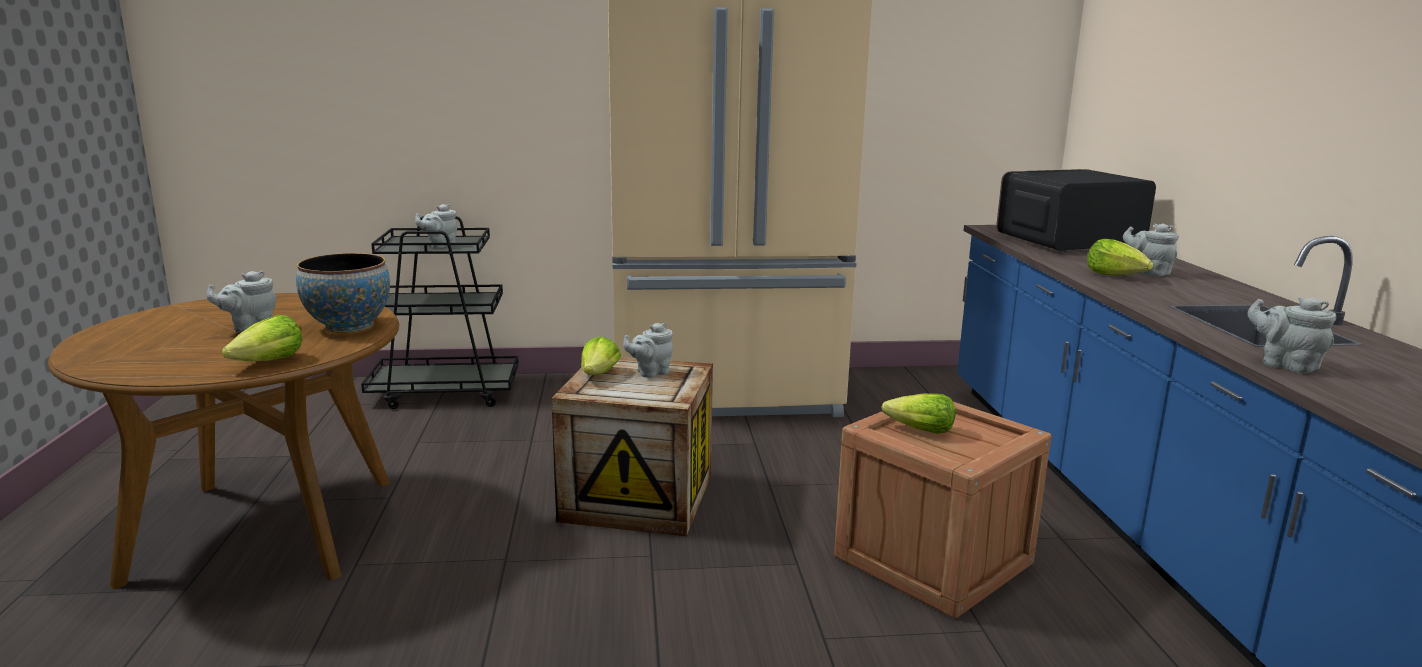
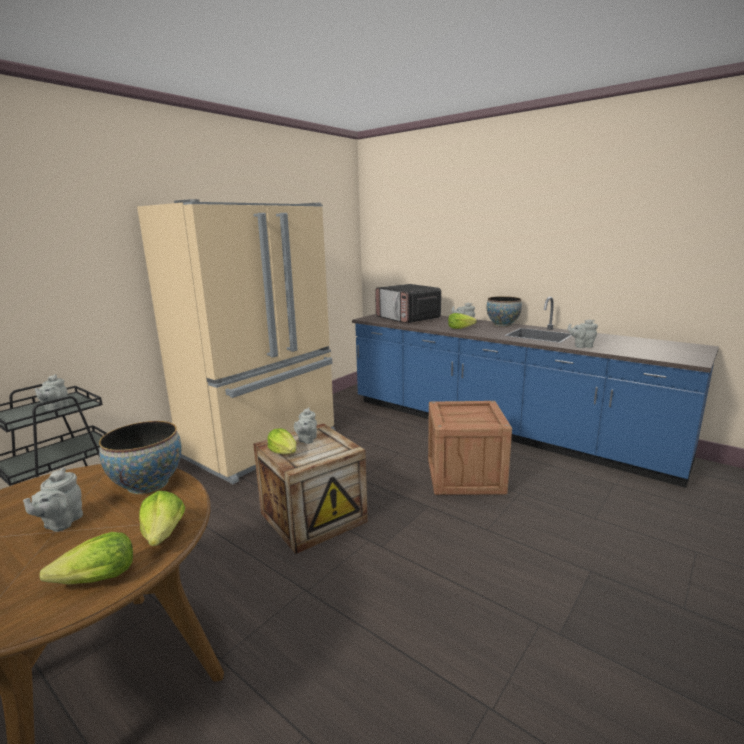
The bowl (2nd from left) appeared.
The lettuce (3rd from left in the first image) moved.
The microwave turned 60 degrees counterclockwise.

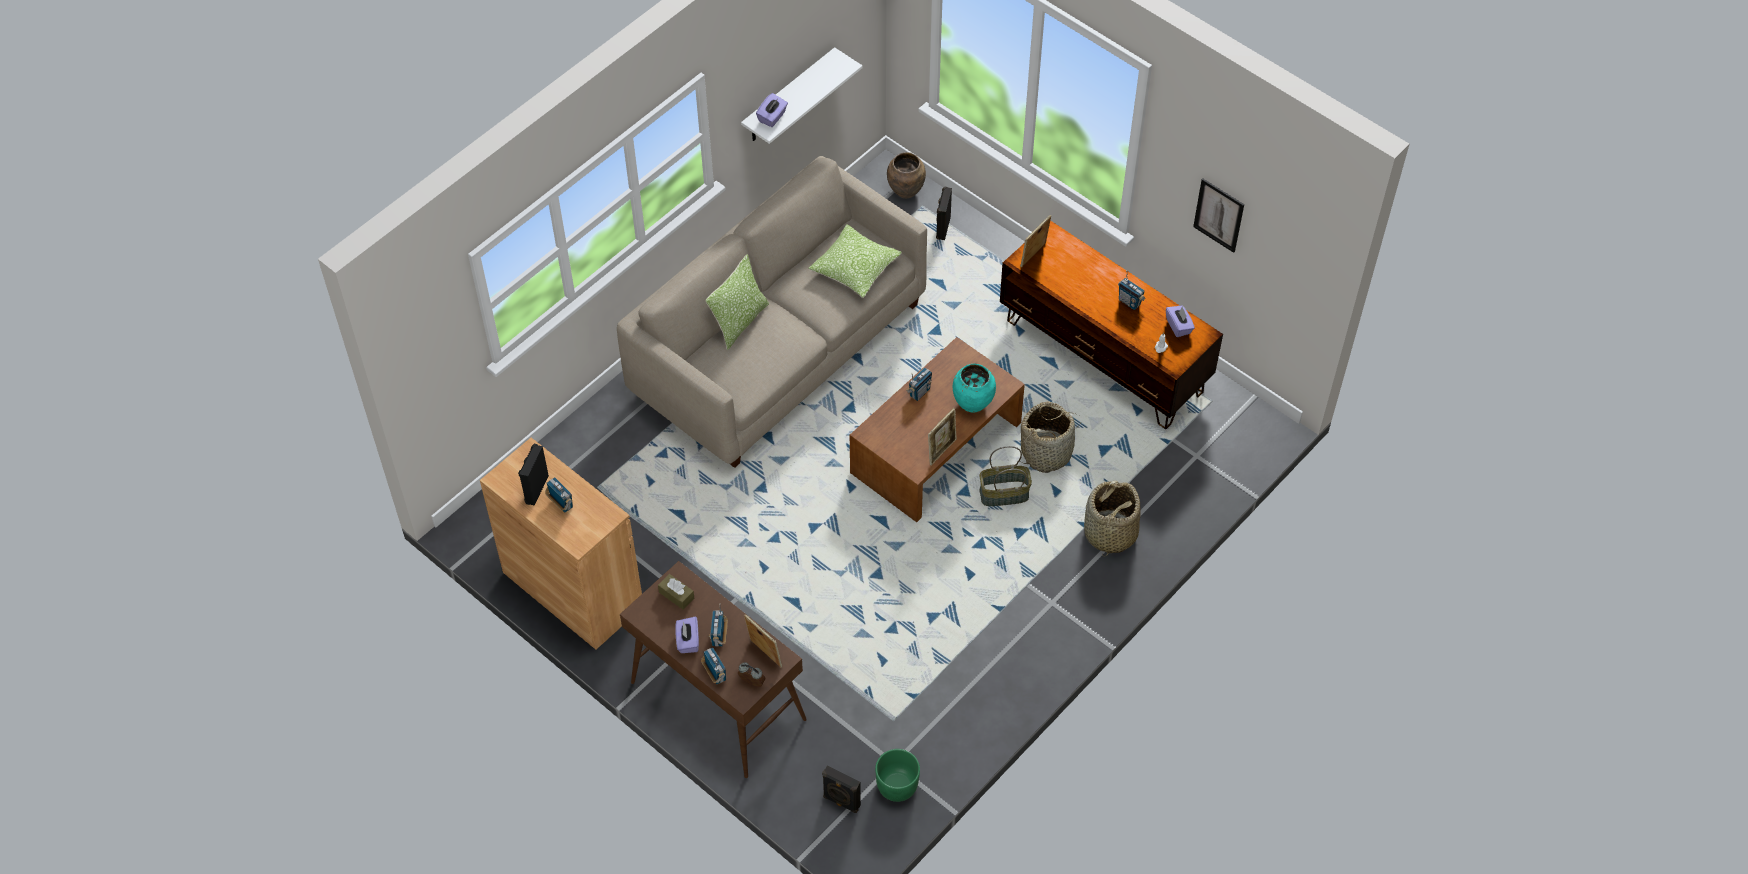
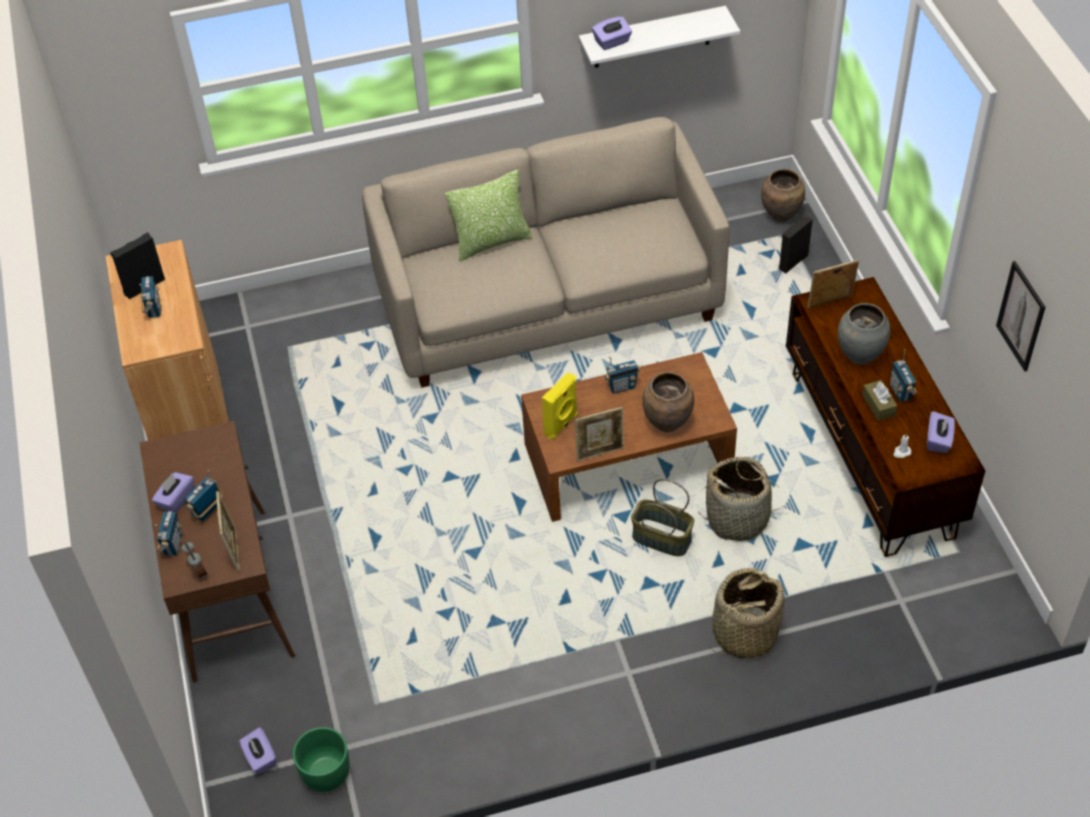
The pillow (2nd from left) disappeared.
The yellow speaker appeared.
The grey vase appeared.
The brown tissue box moved.
The black speaker (2nd from left) was replaced by the purple tissue box (2nd from left).
The turquoise vase became the brown vase (1st from left).

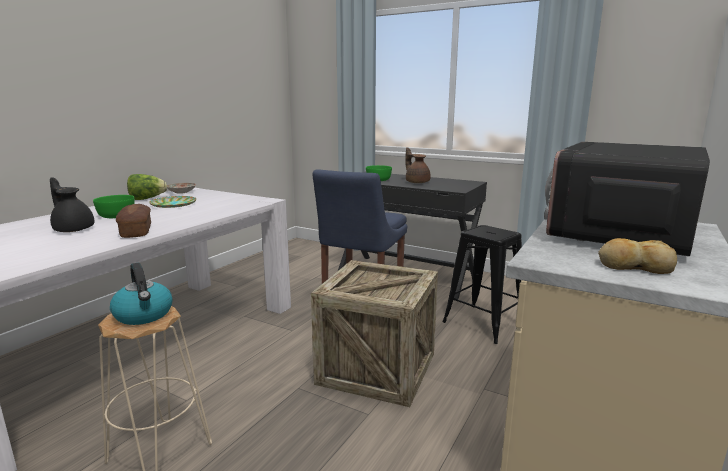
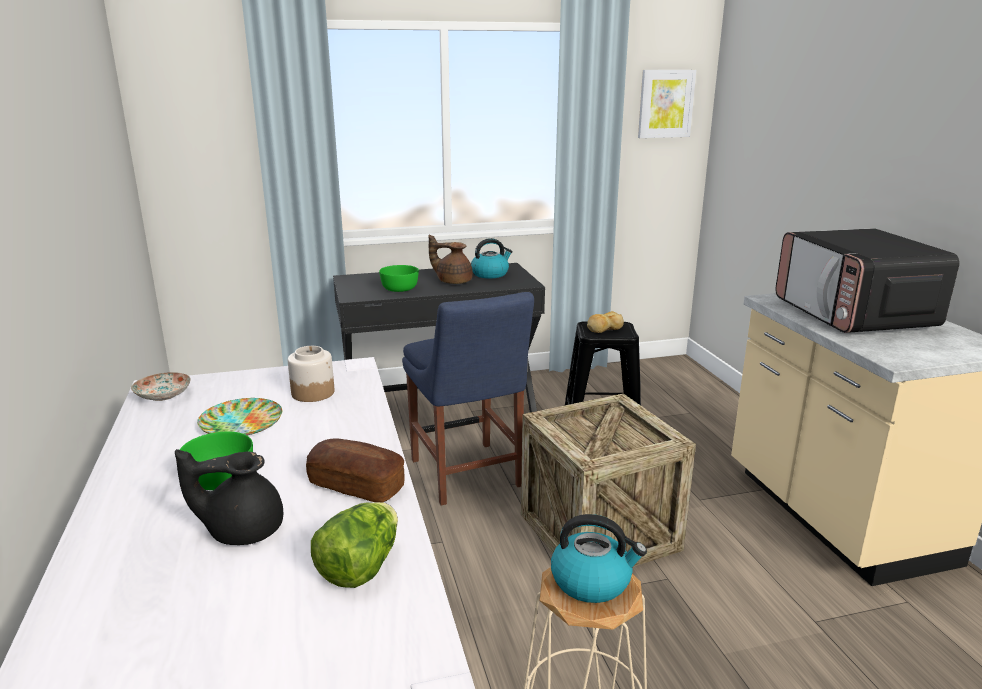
The jar appeared.
The kettle (1st from left) appeared.
The picture appeared.
The lettuce moved.
The bread (2nd from left) moved.

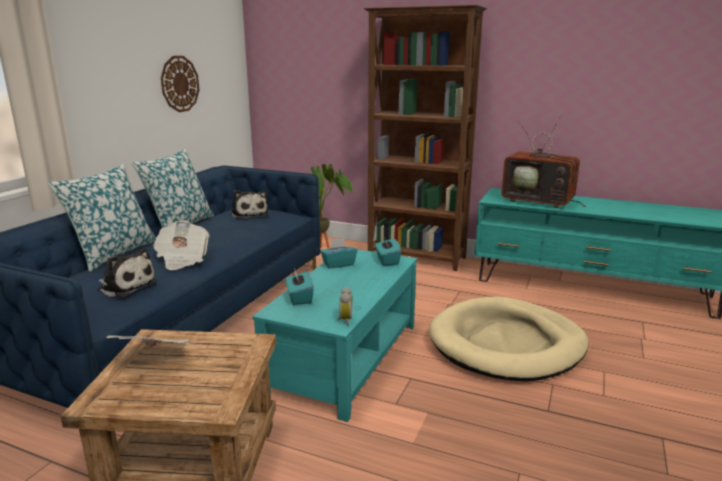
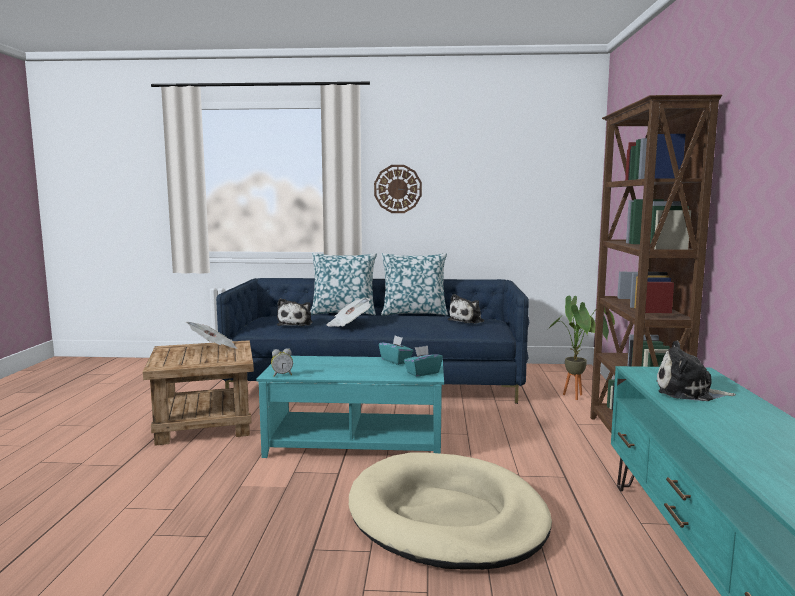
The turquoise tissue box (1st from left) disappeared.
The wall clock moved.
The television was replaced by the plush toy (3rd from left).

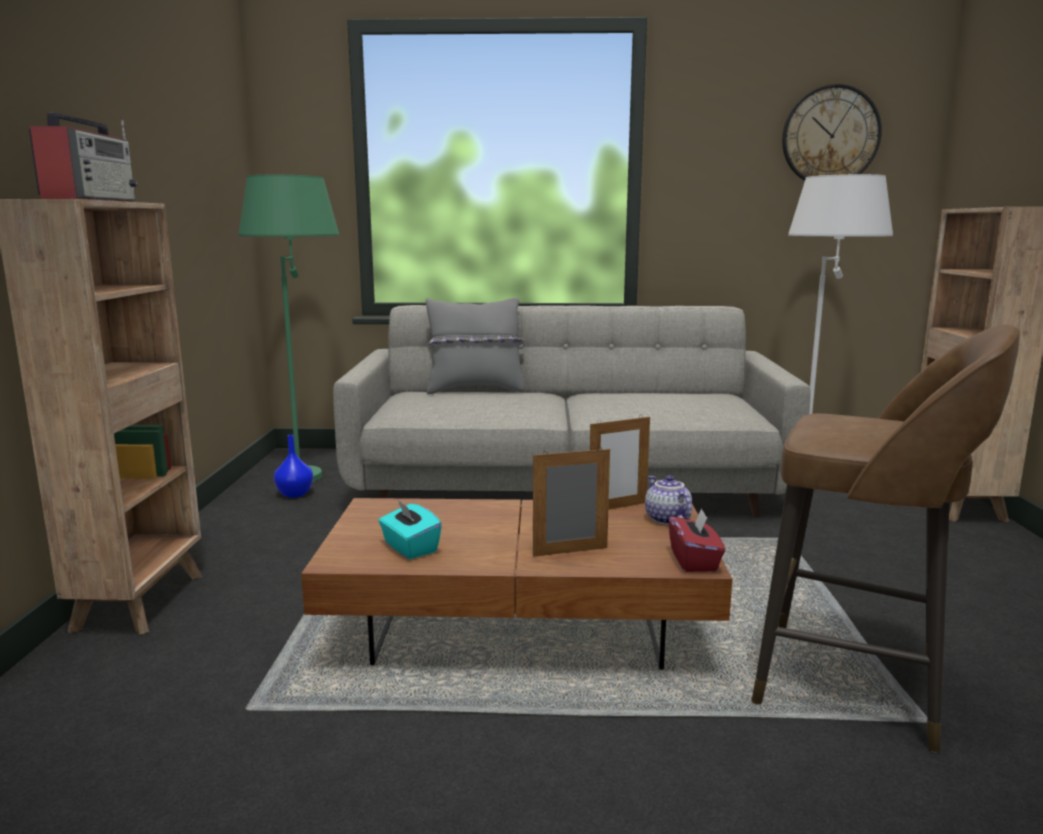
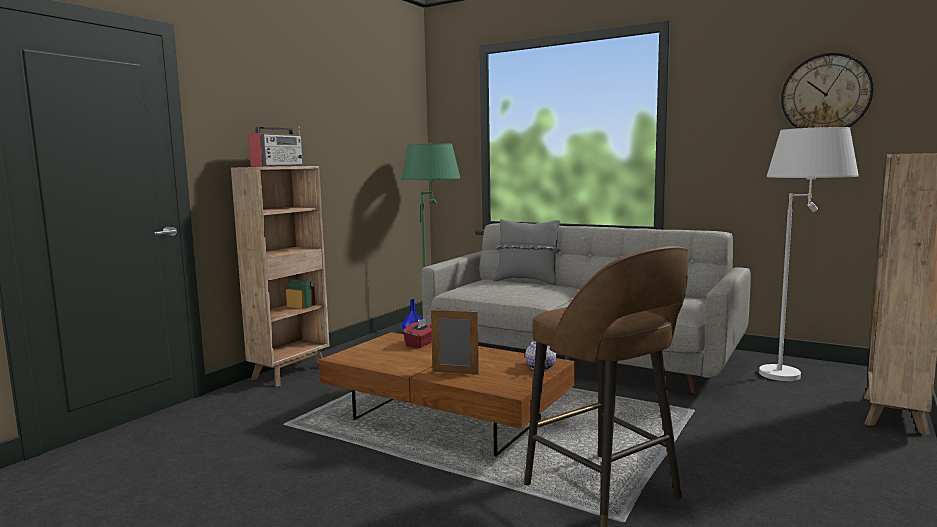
The turquoise tissue box disappeared.
The picture frame (2nd from left) disappeared.
The red tissue box moved.

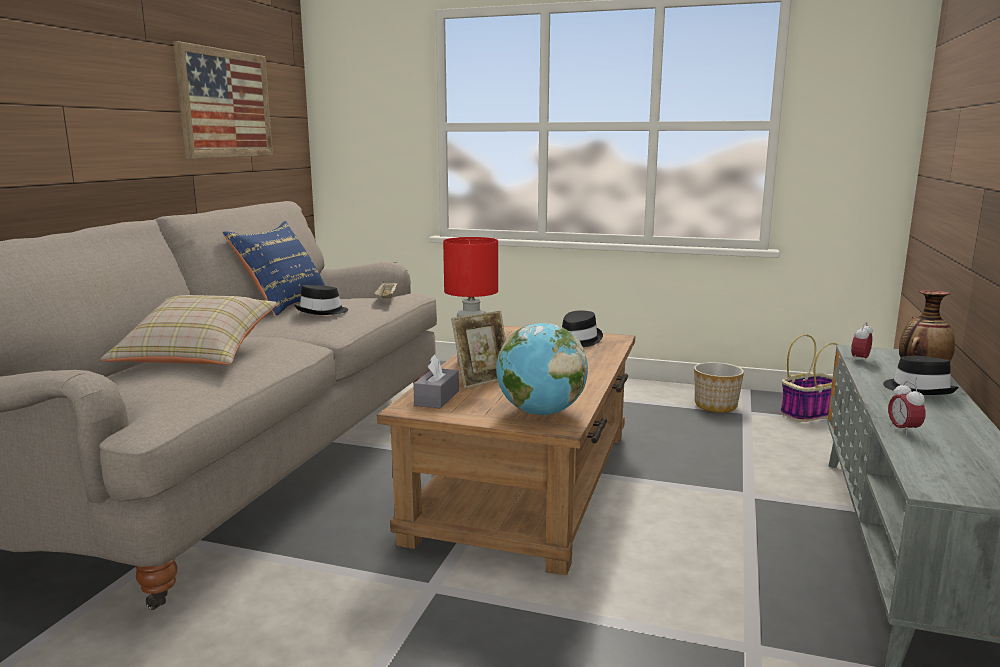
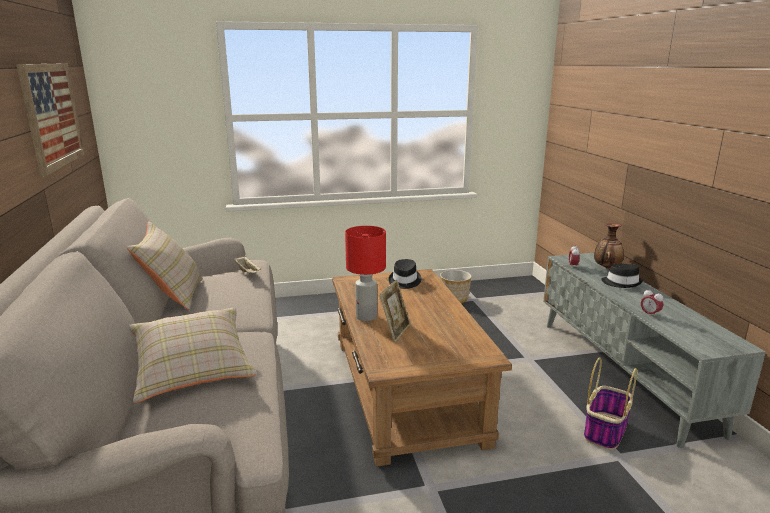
The black hat (1st from left) disappeared.
The grey tissue box disappeared.
The globe disappeared.
The basket moved.
The blue pillow became the beige pillow (1st from left).

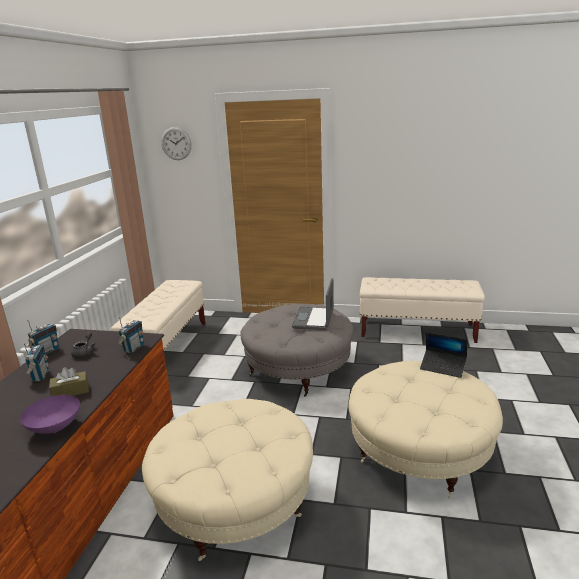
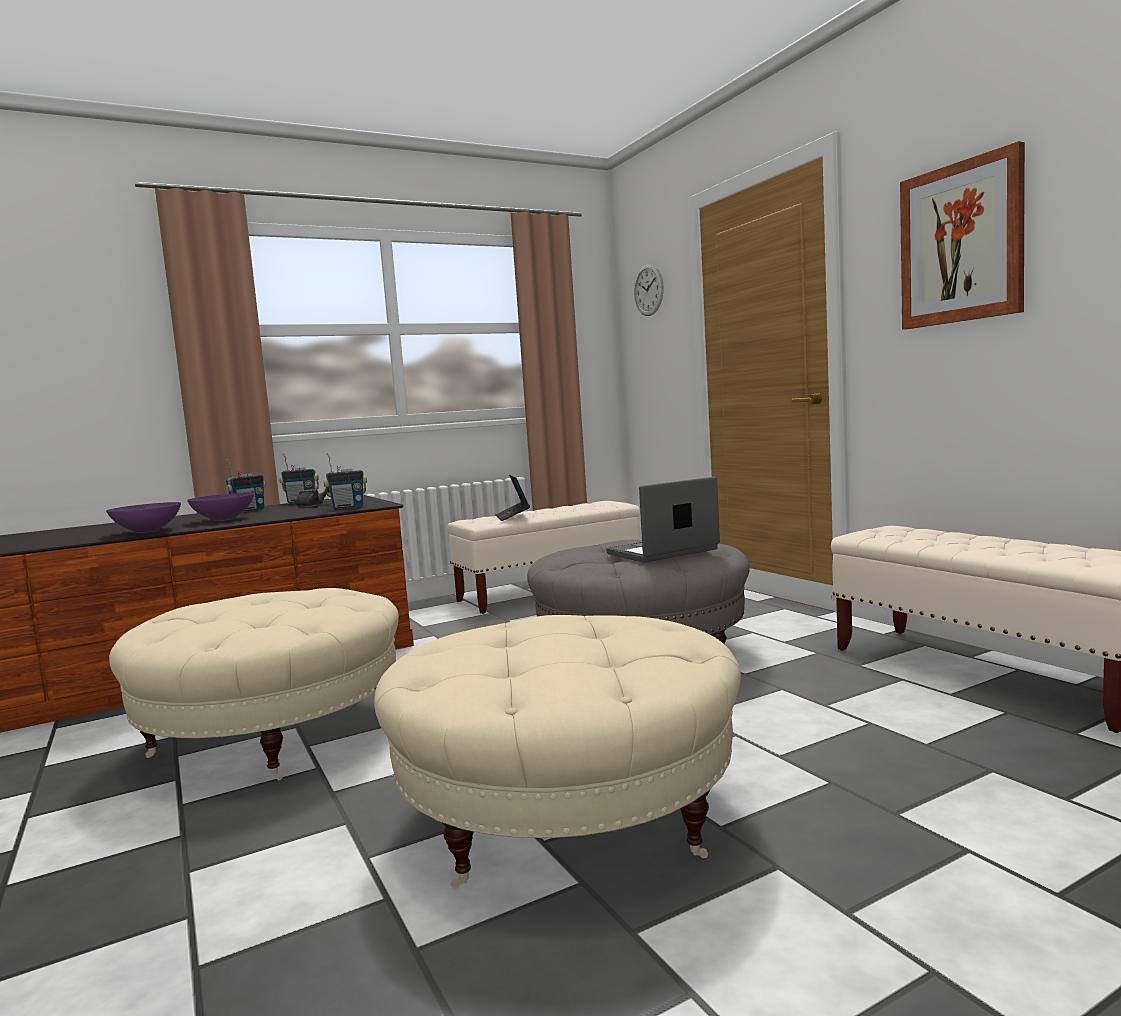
The picture appeared.
The laptop (2nd from left in the first image) moved.
The brown tissue box was replaced by the purple bowl (2nd from left).

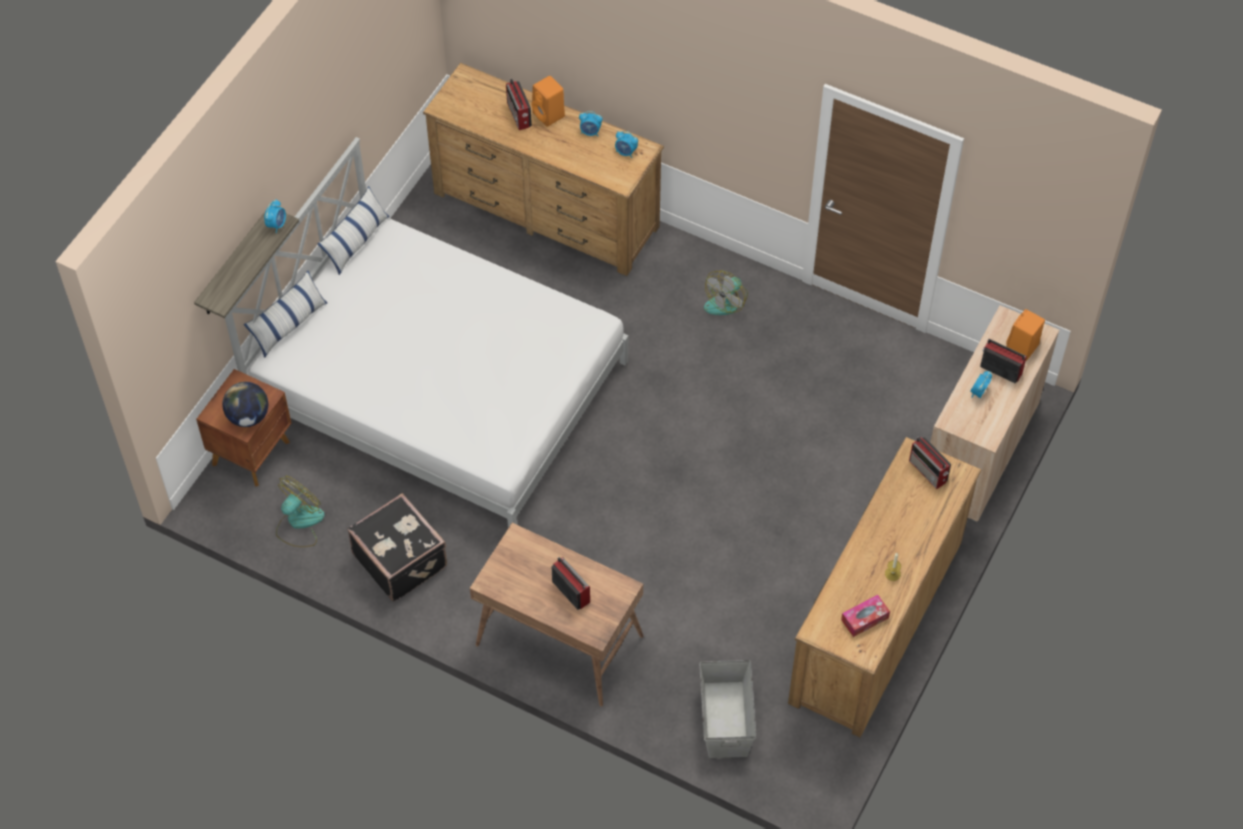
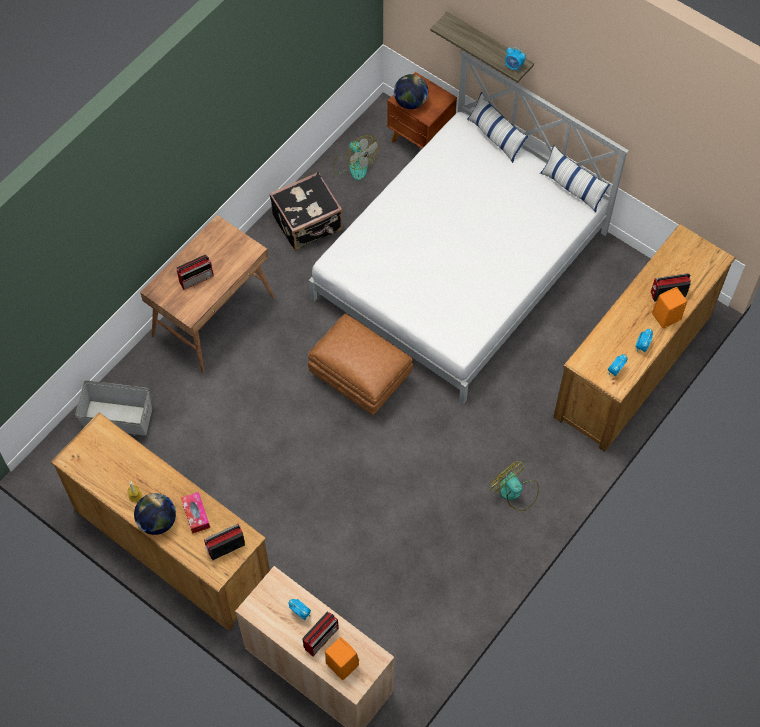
The globe (1st from left) appeared.
The brown ottoman appeared.
The tissue box moved.

